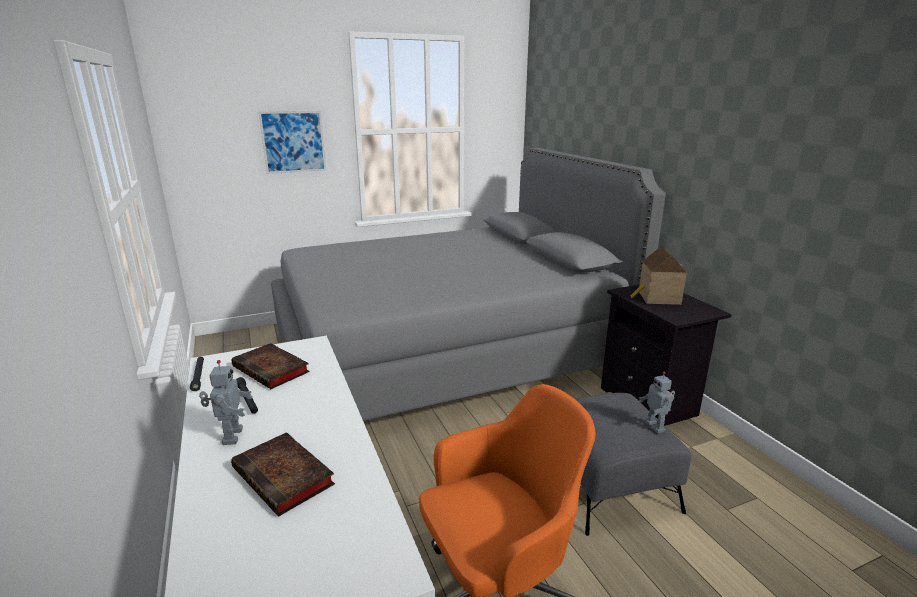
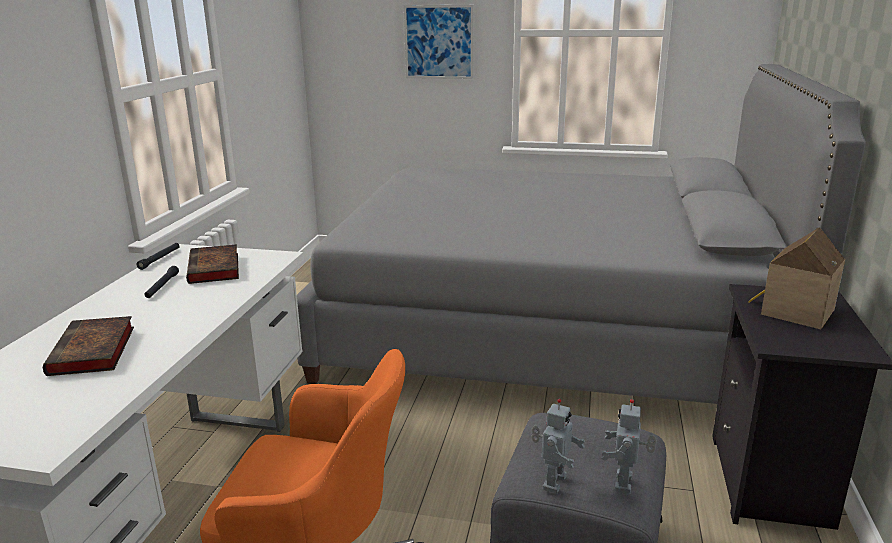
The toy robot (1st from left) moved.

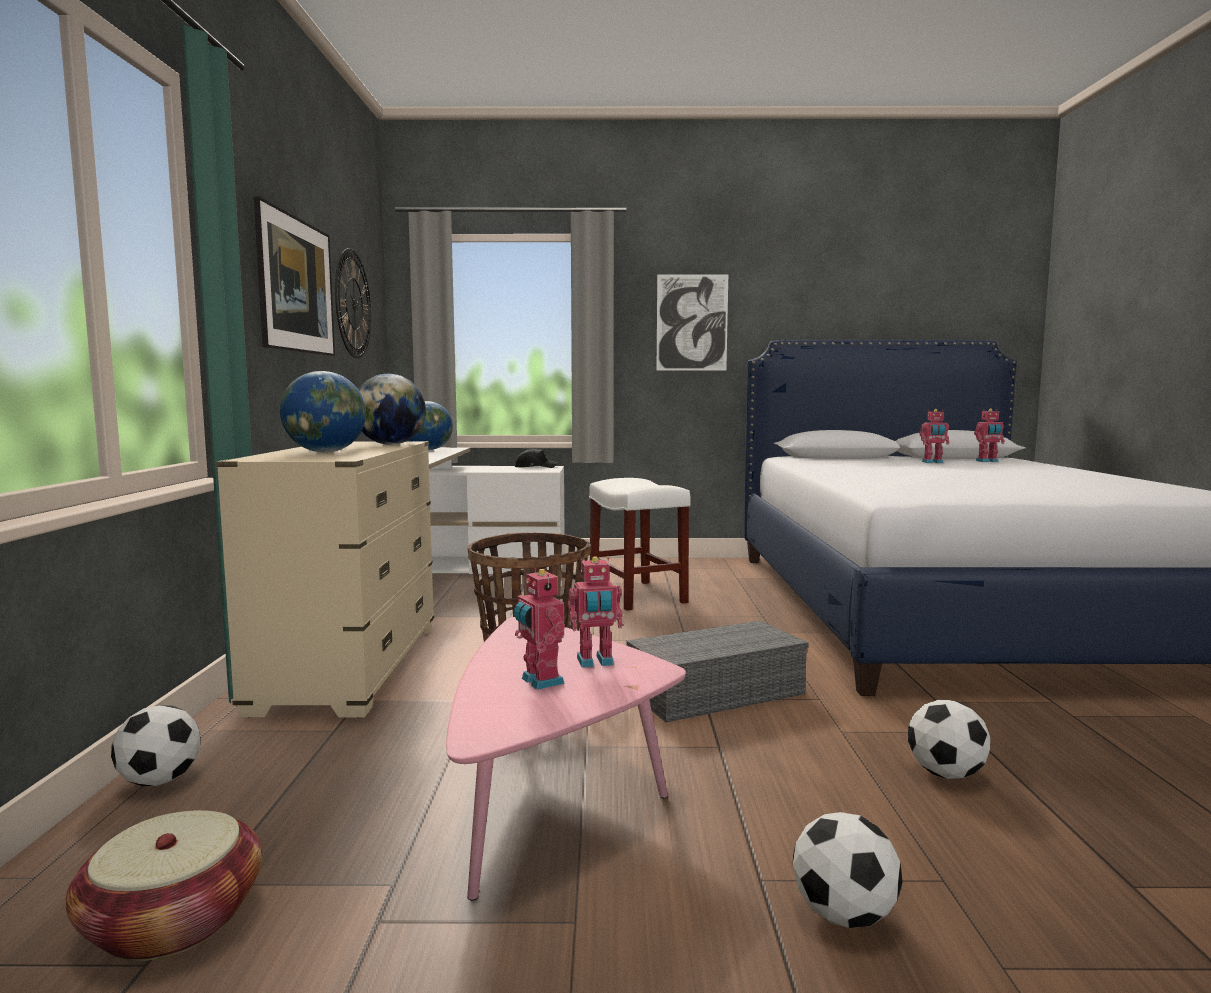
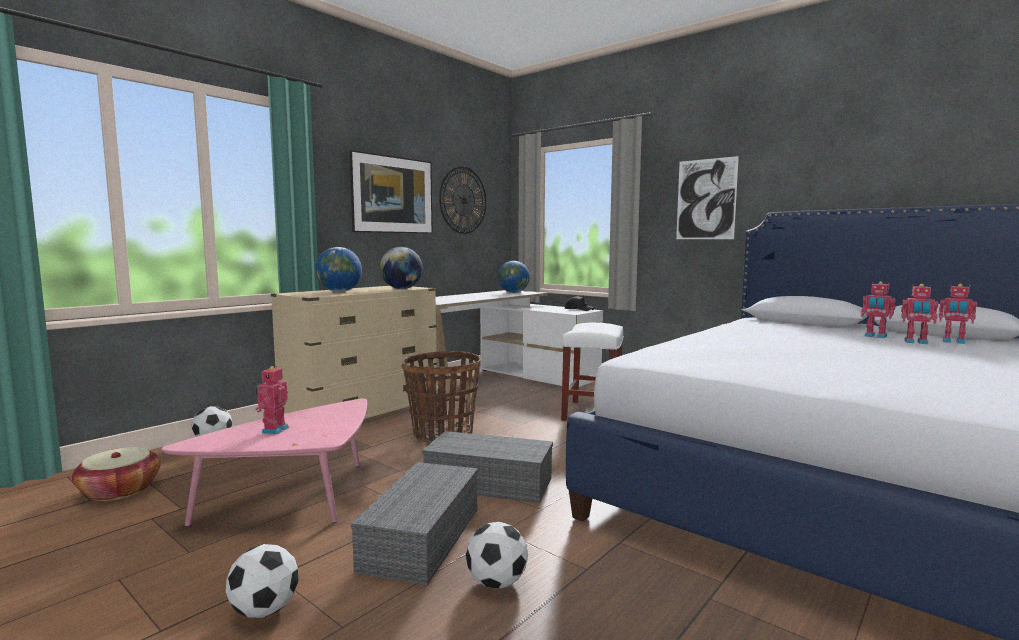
The grey storage box (1st from left) appeared.
The toy robot (2nd from left in the first image) moved.

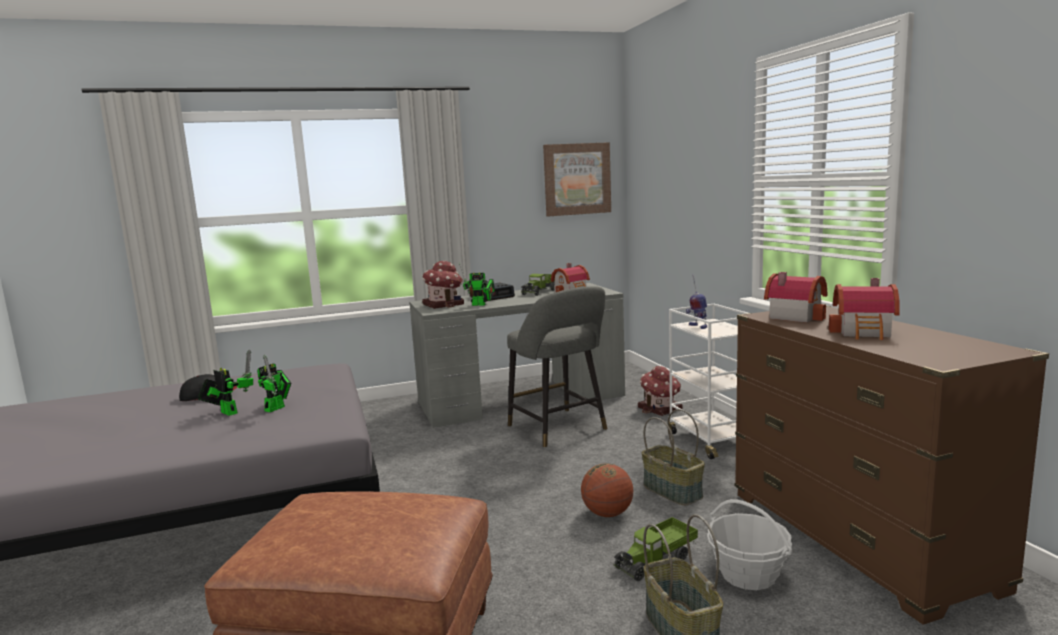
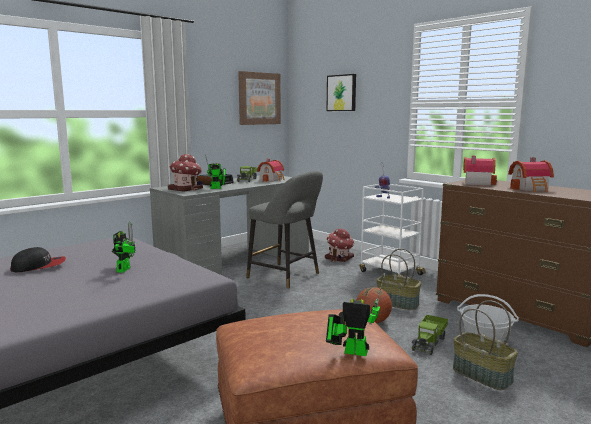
The picture (2nd from left) appeared.
The toy robot (1st from left in the first image) moved.

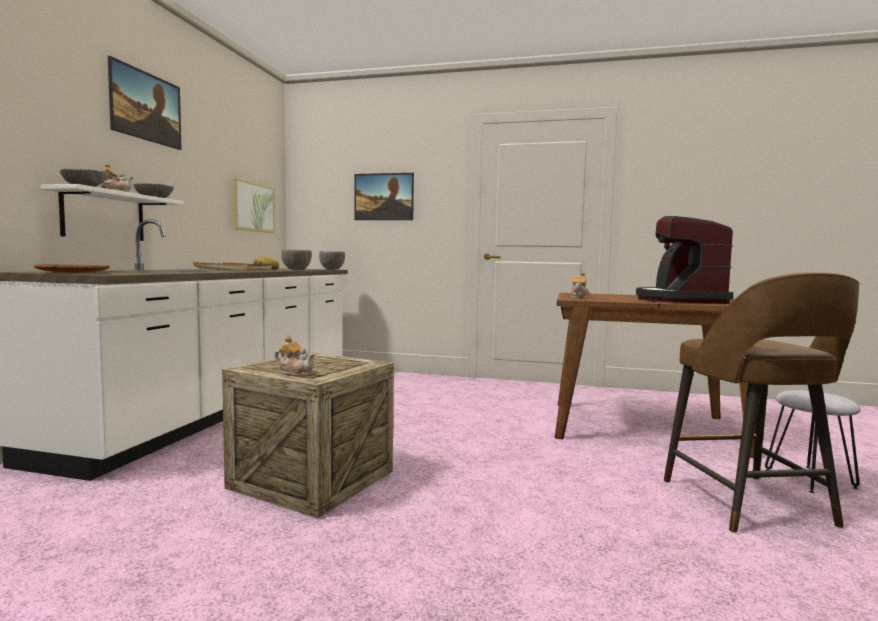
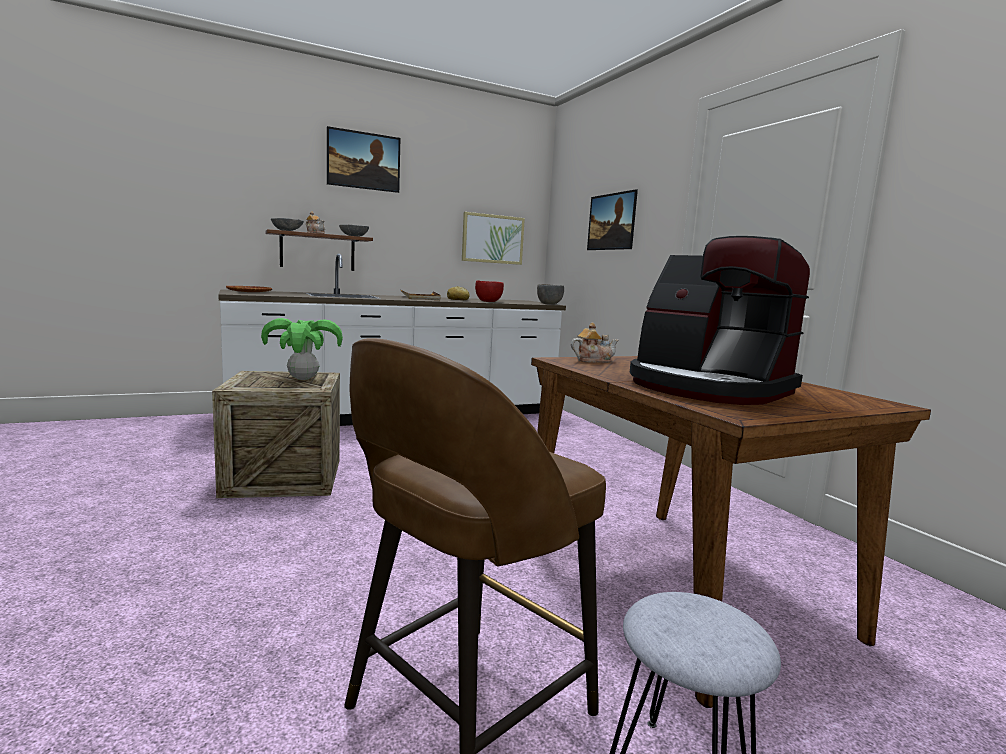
The teapot (2nd from left) disappeared.
The potted plant appeared.
The white shelf became the brown shelf.
The grey bowl (3rd from left) became the red bowl.
The coffee machine turned 105 degrees counterclockwise.

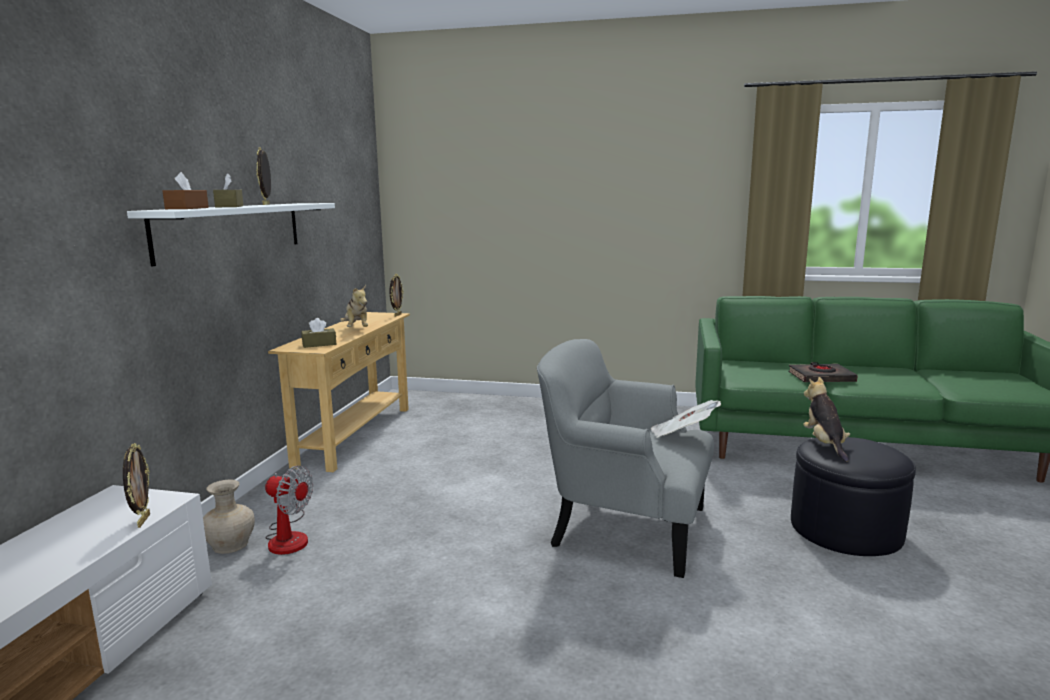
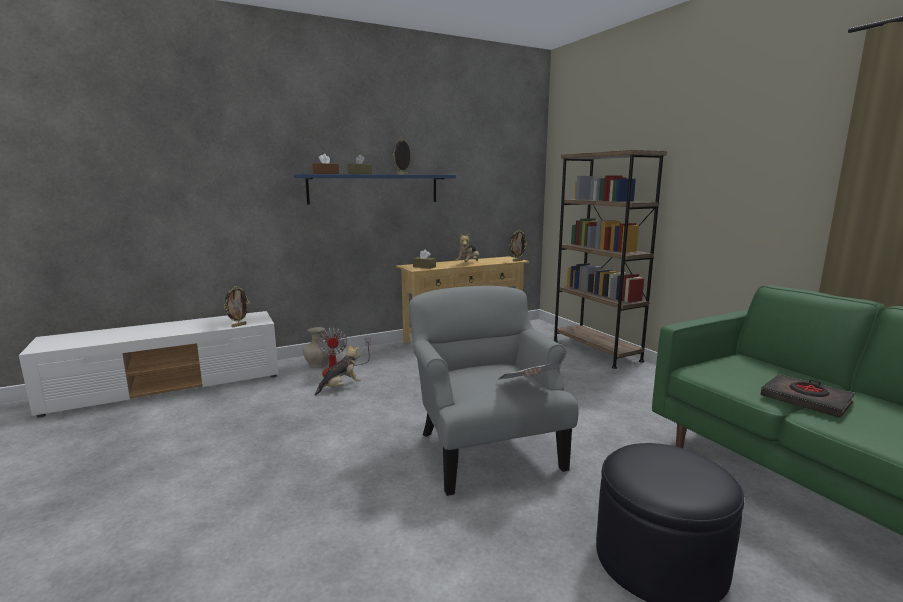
The brown bookcase appeared.
The plush toy (2nd from left in the first image) moved.
The white shelf became the blue shelf.

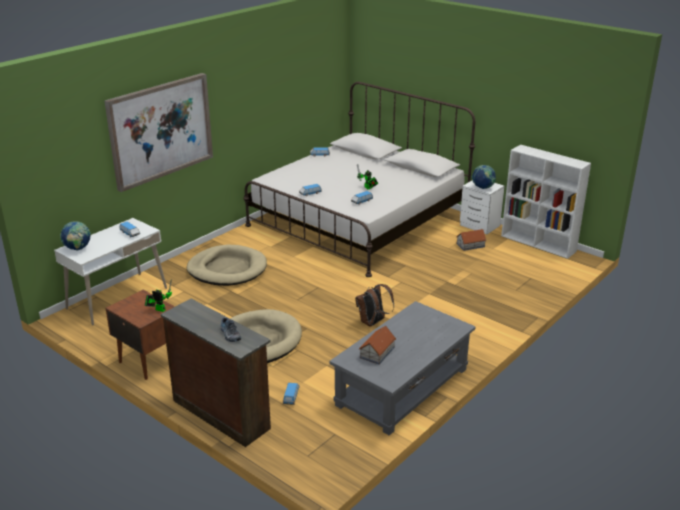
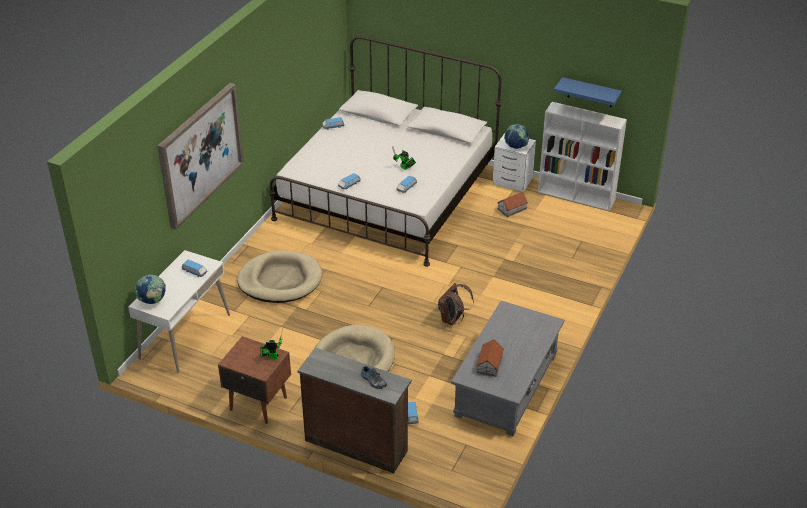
The blue shelf appeared.

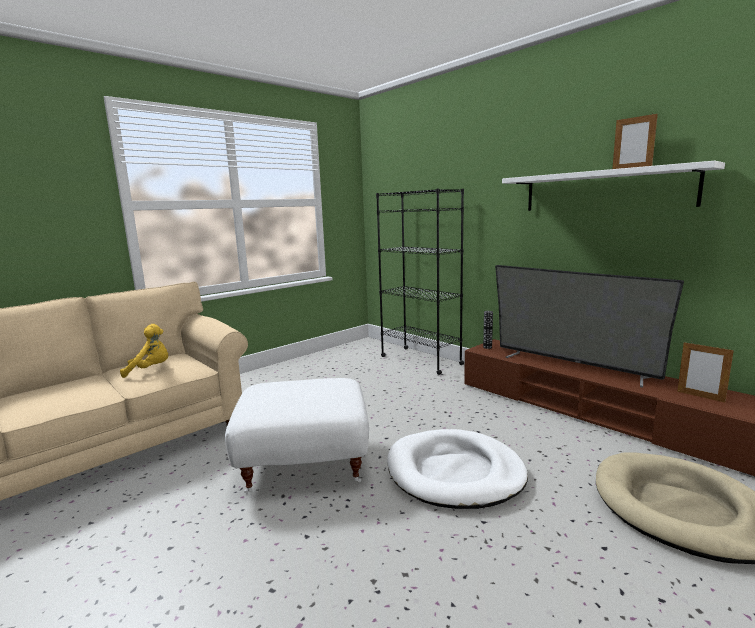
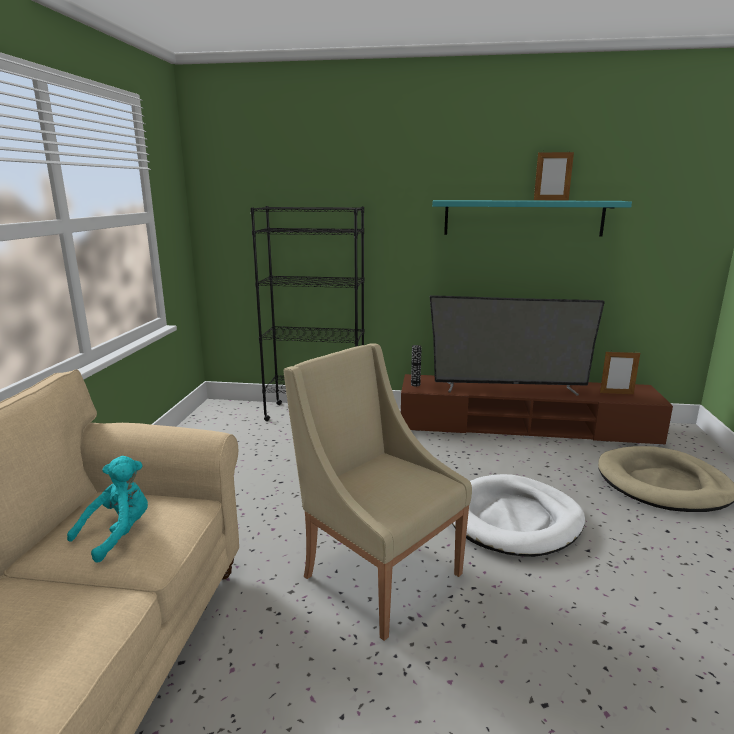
The white ottoman was replaced by the beige armchair.
The yellow plush toy became the turquoise plush toy.
The white shelf became the turquoise shelf.

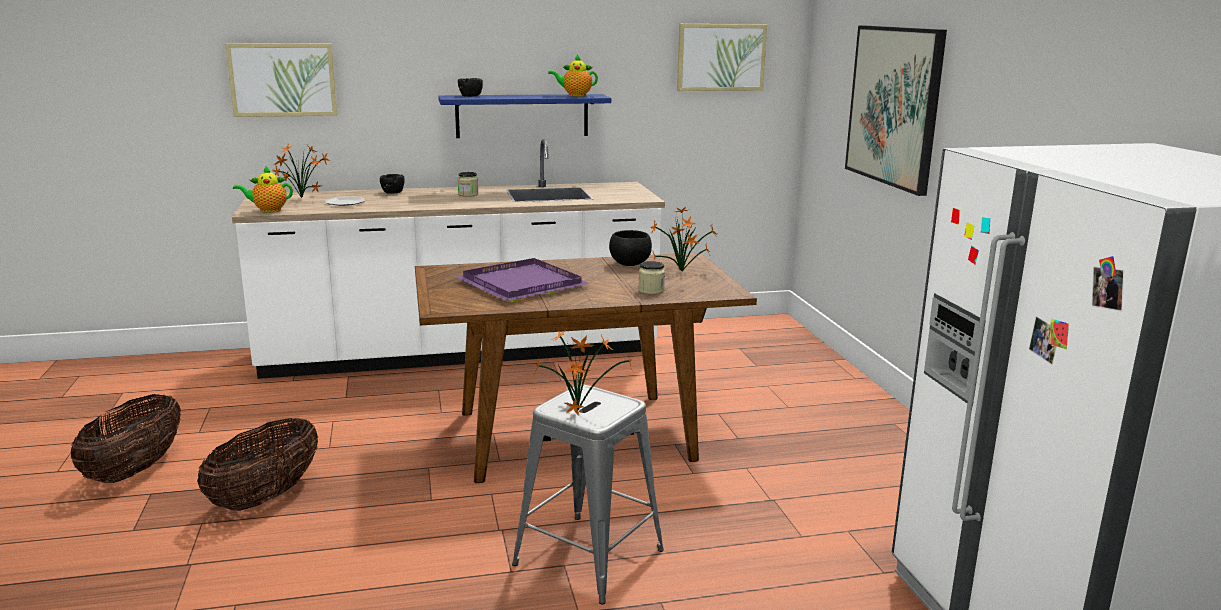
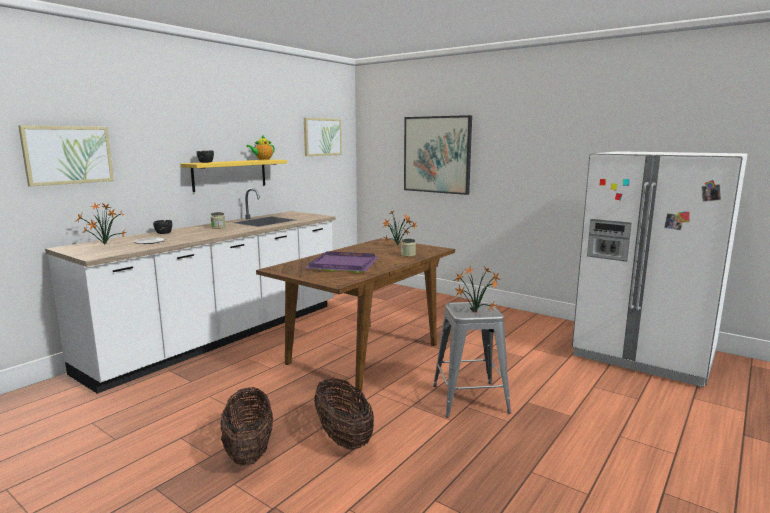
The teapot (1st from left) disappeared.
The black bowl (3rd from left) disappeared.
The basket (1st from left in the first image) moved.
The blue shelf became the yellow shelf.

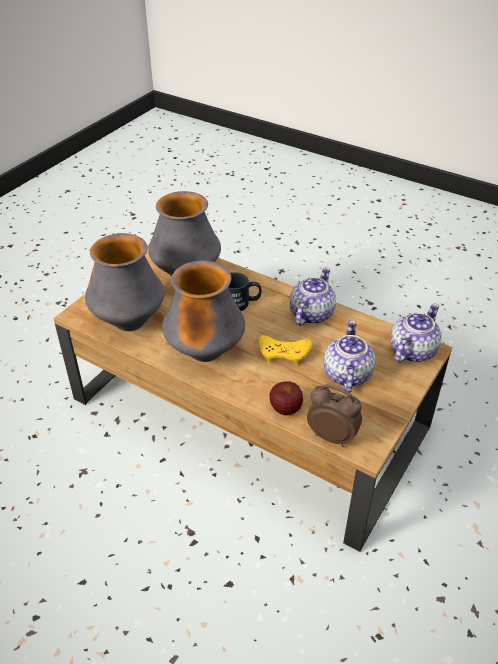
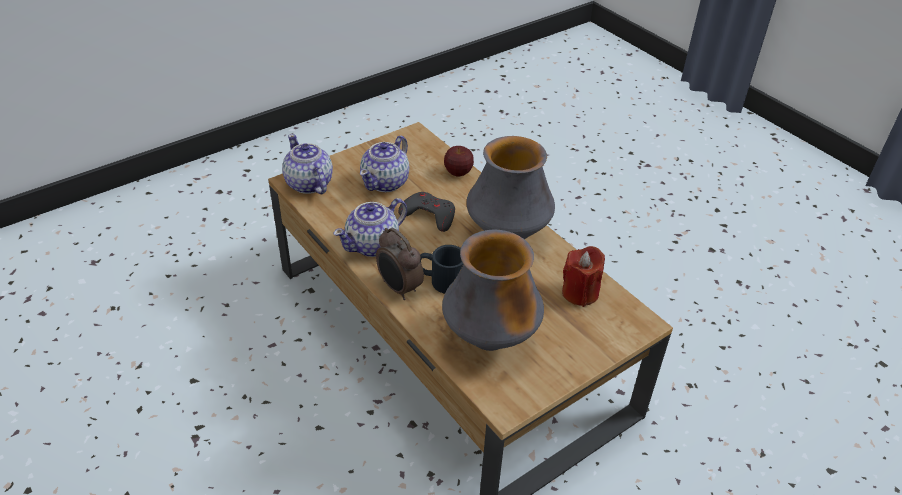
The alarm clock moved.
The vase (1st from left) was replaced by the red candle.
The yellow game controller became the grey game controller.
The teapot (3rd from left in the first image) turned 90 degrees clockwise.

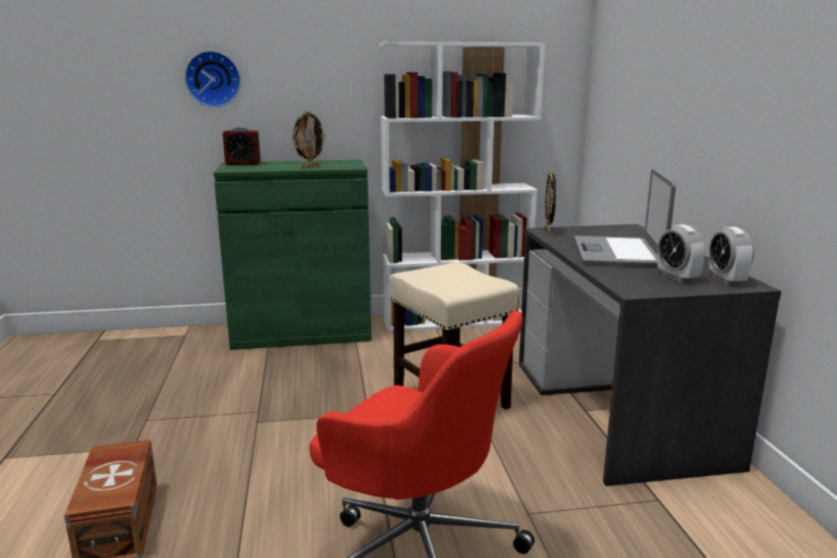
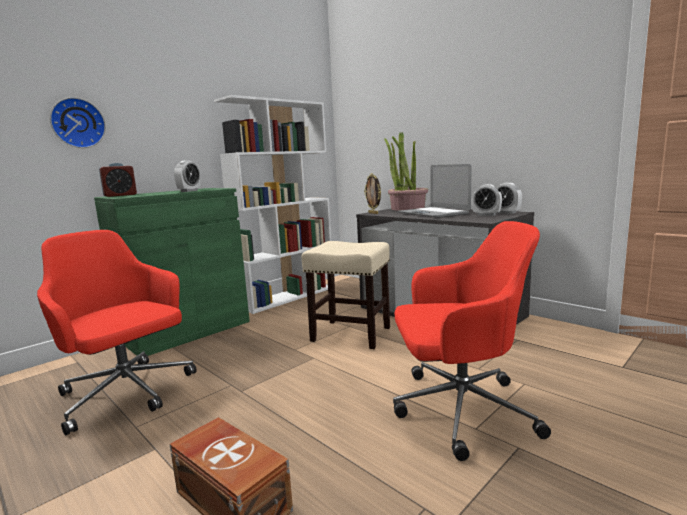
The red office chair (1st from left) appeared.
The potted plant appeared.
The picture frame (1st from left) was replaced by the alarm clock (2nd from left).

